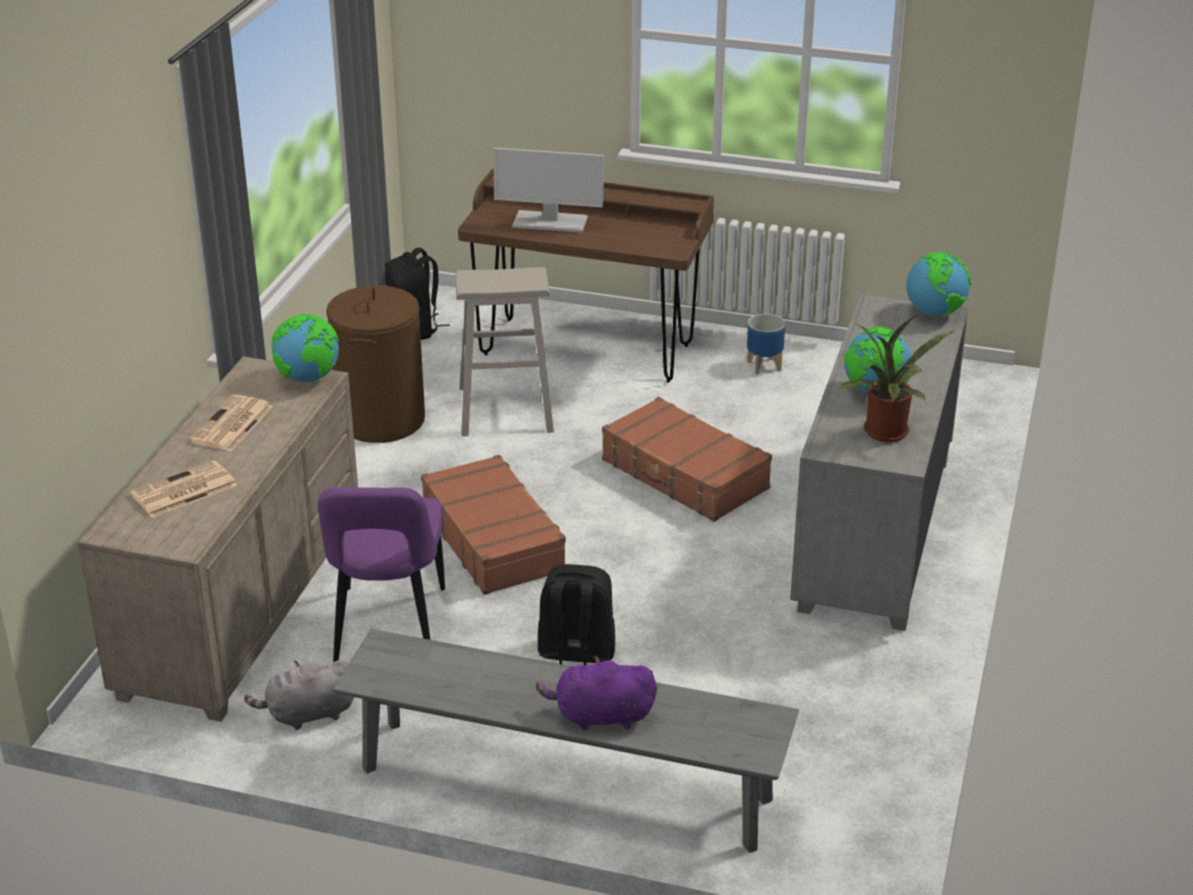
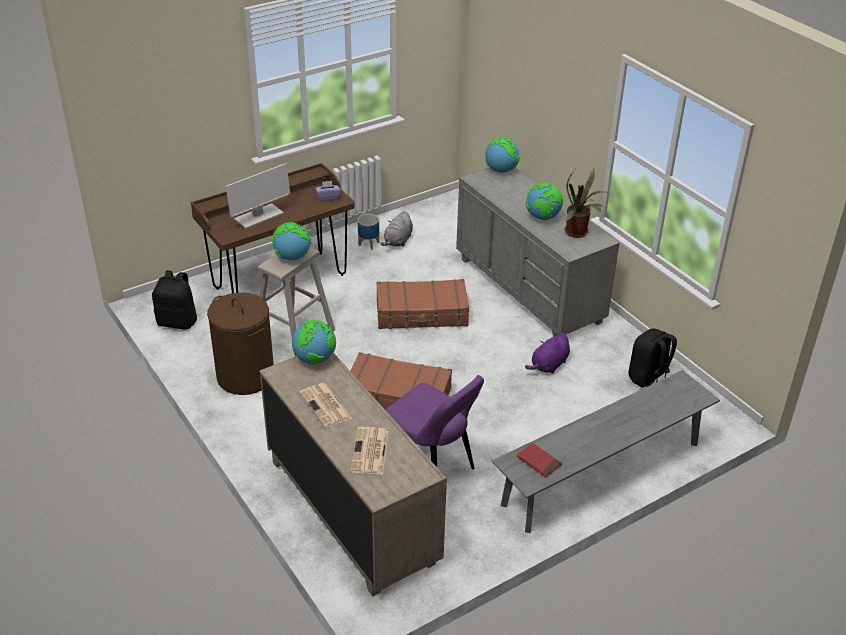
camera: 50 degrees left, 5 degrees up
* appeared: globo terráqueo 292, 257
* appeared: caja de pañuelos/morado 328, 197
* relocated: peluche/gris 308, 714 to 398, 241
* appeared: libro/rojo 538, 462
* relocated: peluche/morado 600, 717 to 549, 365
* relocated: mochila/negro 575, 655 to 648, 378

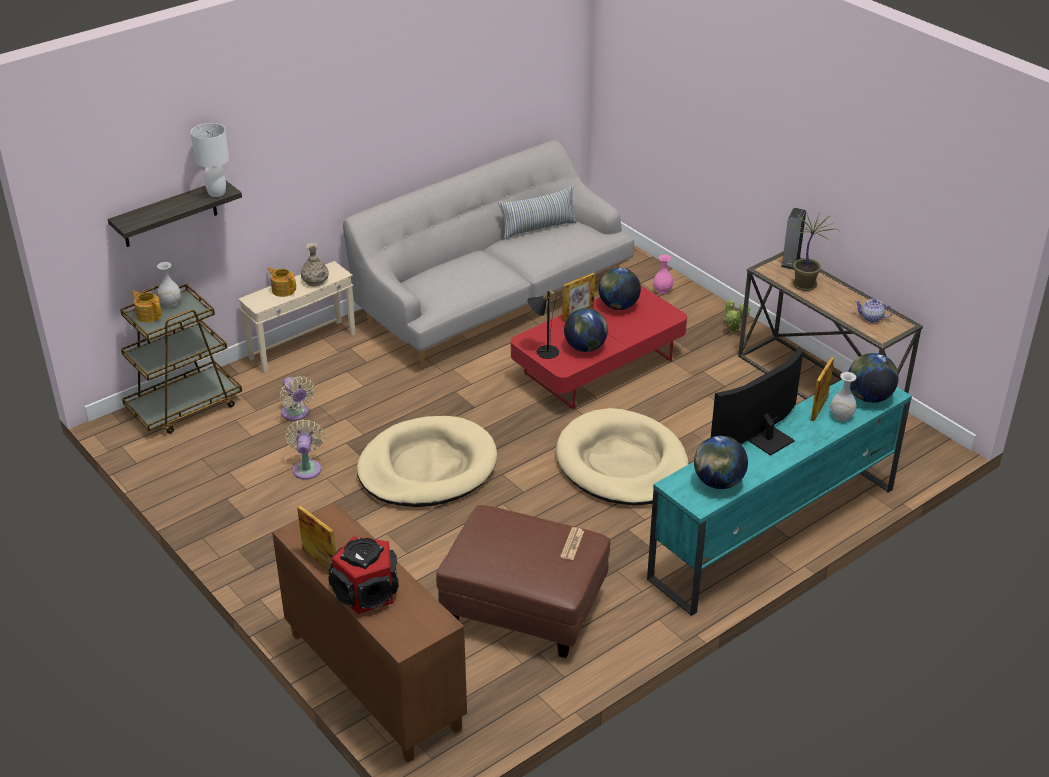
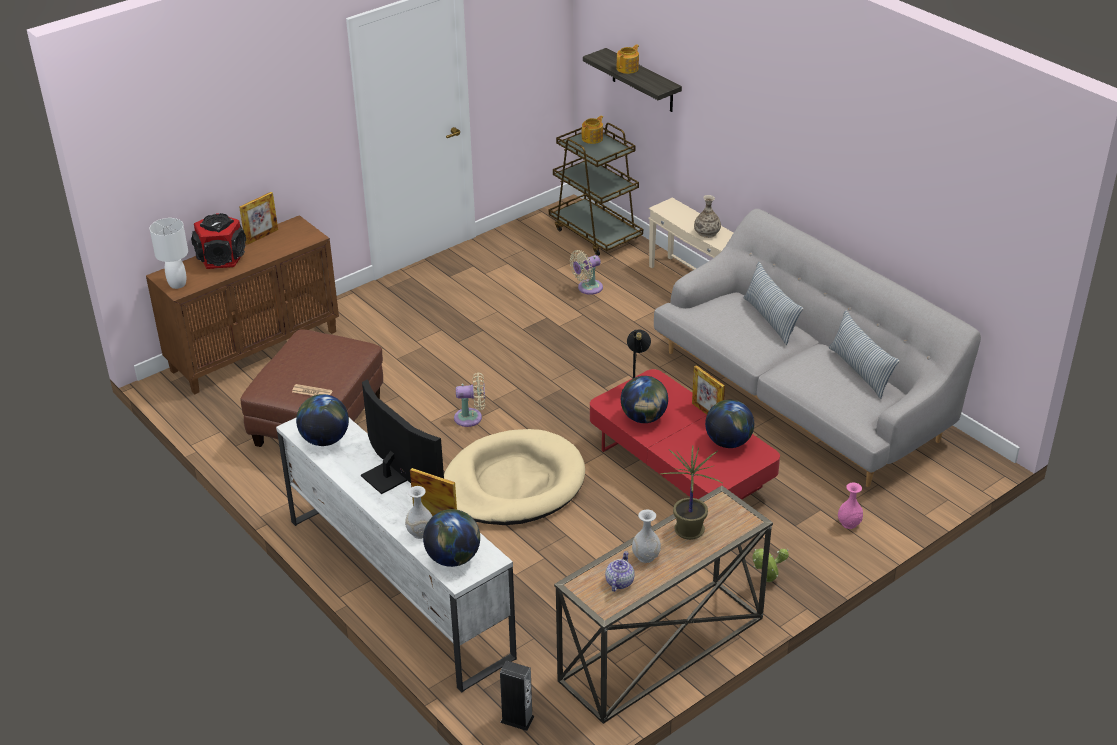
camera: 90 degrees right, 0 degrees up
* relocated: lámpara de mesa/blanco 217, 193 to 178, 284
* colour: mueble de televisión/turquesa 772, 533 to mueble de televisión/blanco 398, 586
* relocated: ventilador/beis 307, 467 to 471, 418
* relocated: altavoz 790, 263 to 517, 719
* relocated: tetera 283, 290 to 628, 68
* relocated: florero/blanco 170, 303 to 646, 556
* appeared: cojín 770, 319
* missing: cama para perro/beis 427, 467

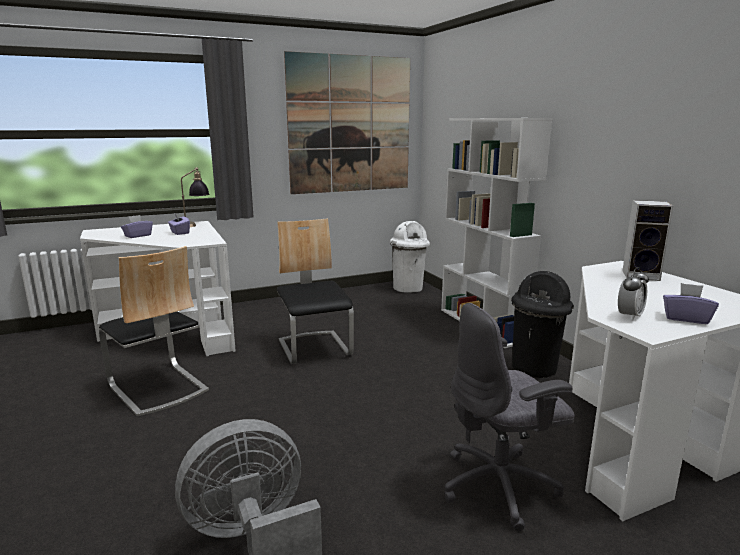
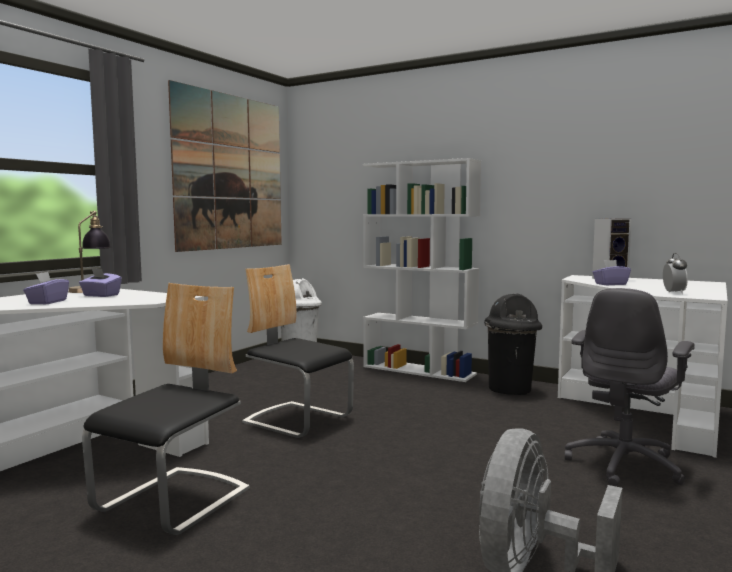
camera: 35 degrees left, 10 degrees down
* spun: silla 157, 388 = 174, 501 75 degrees counterclockwise
* relocated: caja de pañuelos/morado 686, 318 to 610, 284

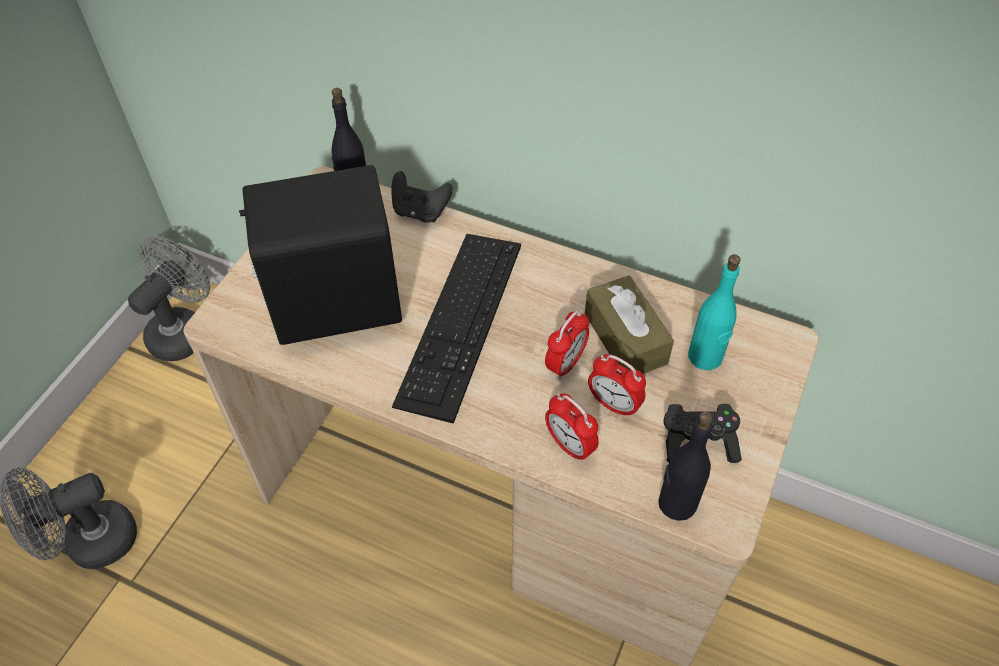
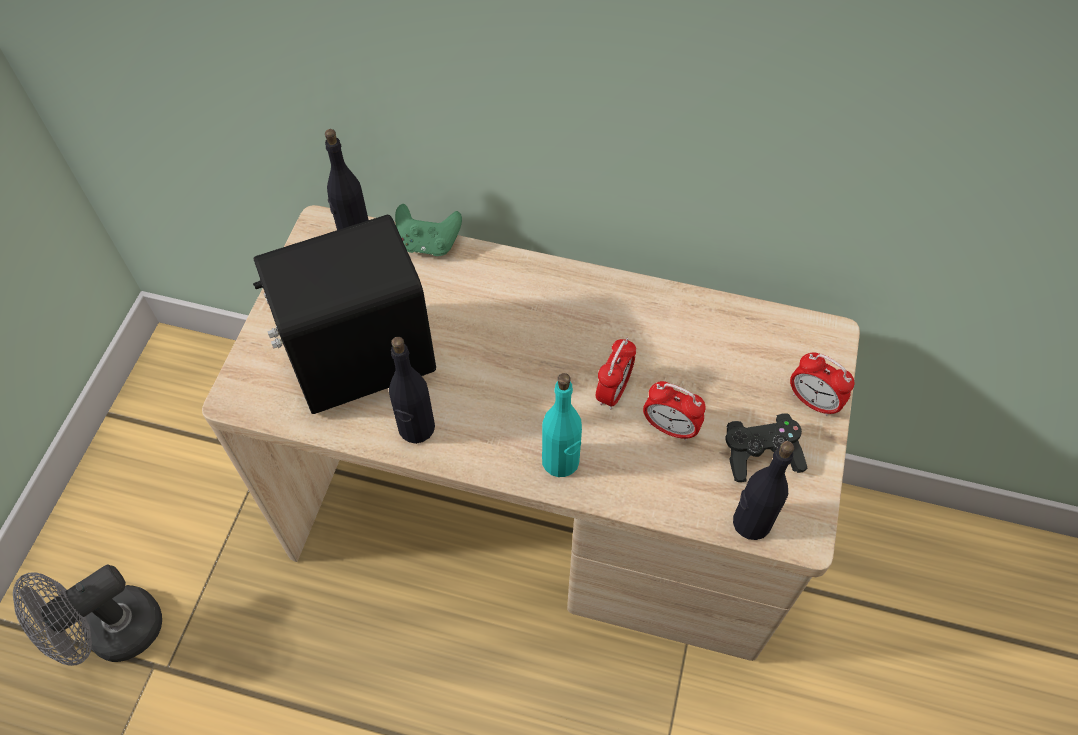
camera: 10 degrees left, 5 degrees up
* appeared: botella/negro 416, 428
* colour: mando de consola/negro 420, 212 to mando de consola/verde 429, 244
* relocated: botella/turquesa 705, 357 to 561, 461
* relocated: despertador 570, 445 to 813, 401
* missing: ventilador/gris 183, 330
* missing: teclado 460, 322
* missing: caja de pañuelos/marrón 625, 338

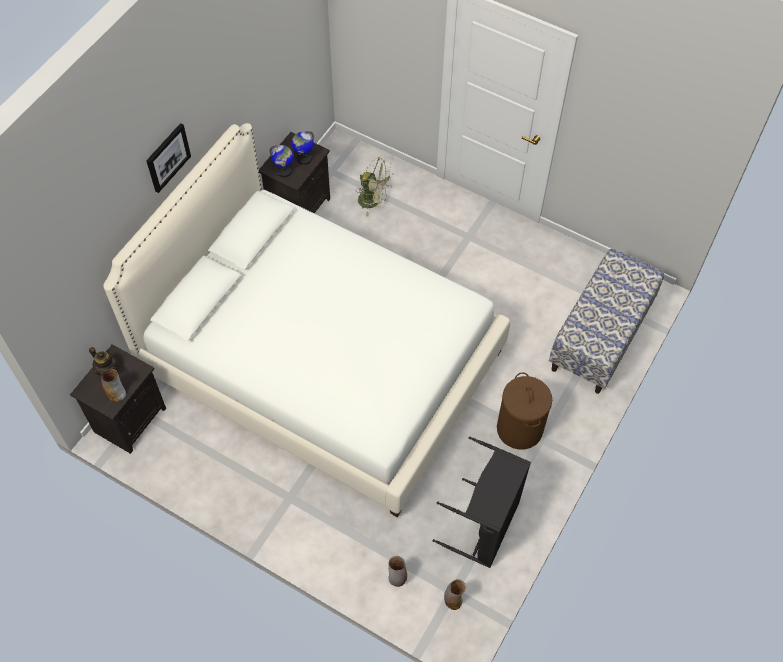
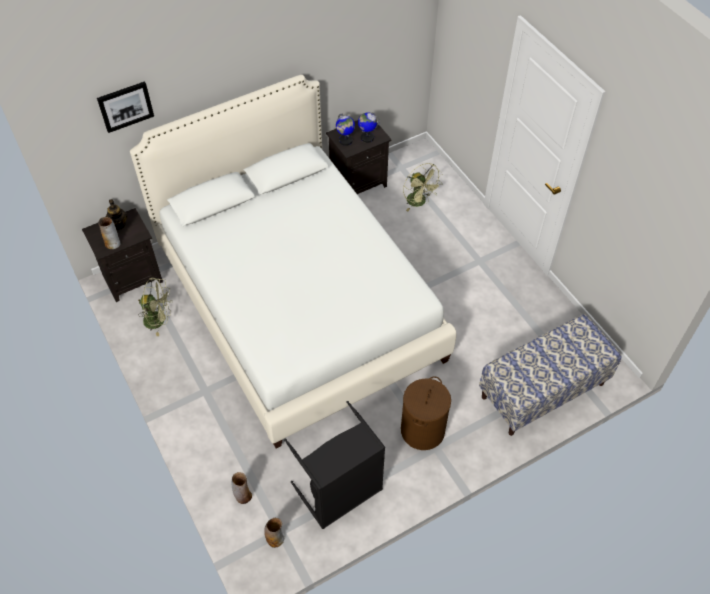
camera: 30 degrees right, 5 degrees down
* relocated: cuadro 167, 157 to 125, 106
* appeared: ventilador/verde 159, 320

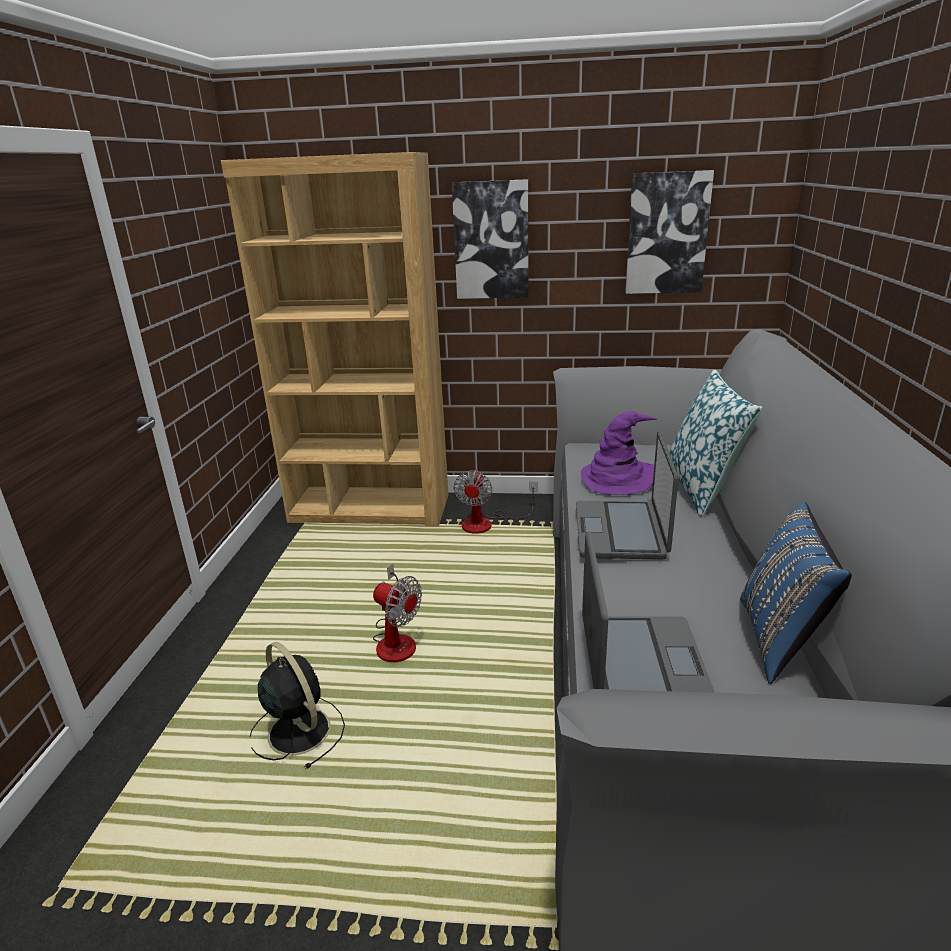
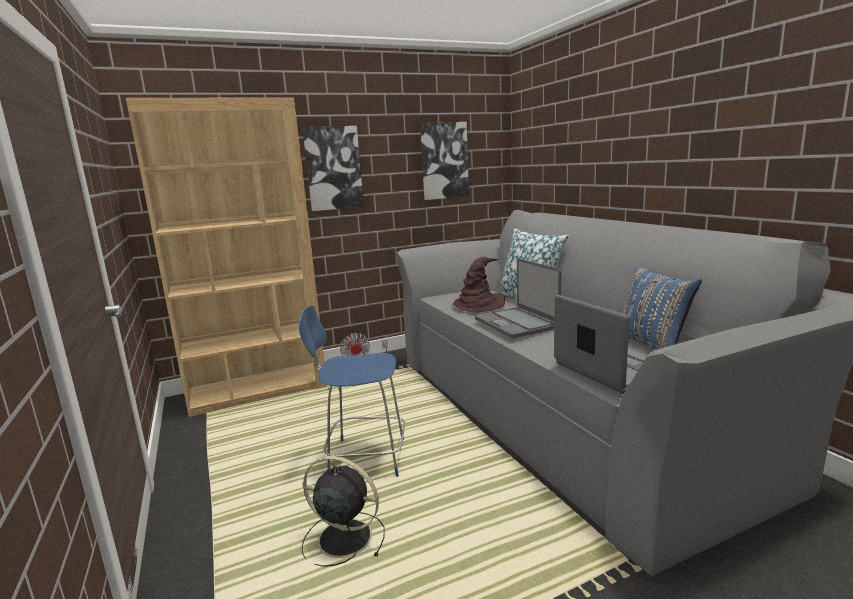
camera: 30 degrees left, 10 degrees down
* exchanged: ventilador 396, 639 to taburete/azul 364, 458
* colour: sombrero/morado 619, 478 to sombrero/marrón 479, 304

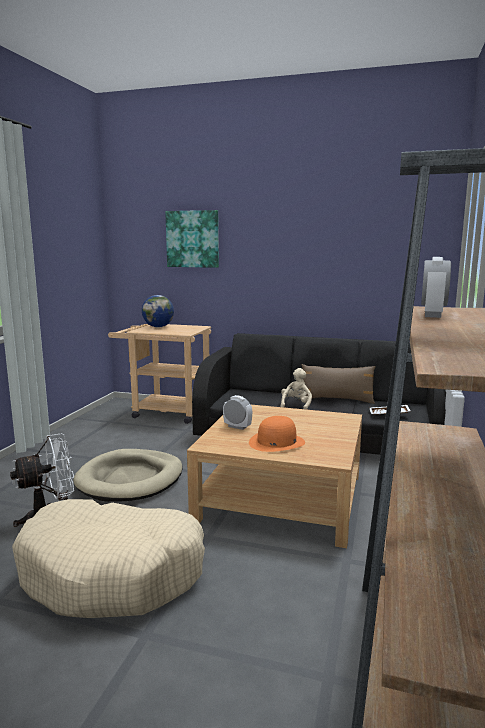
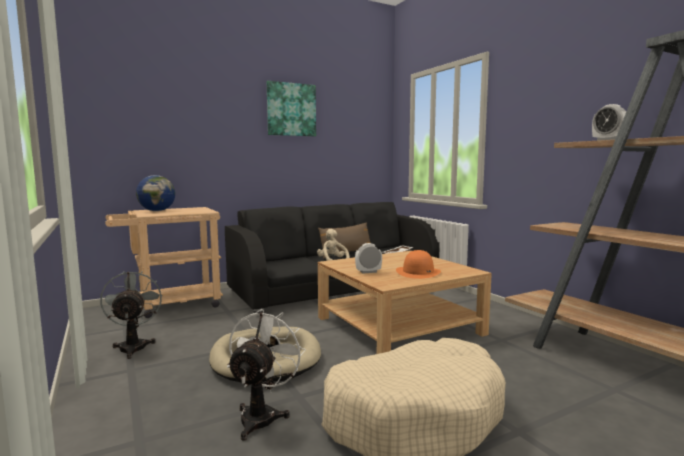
camera: 45 degrees left, 5 degrees down
* appeared: ventilador/gris 134, 346
* relocated: cuadro 193, 239 to 291, 109

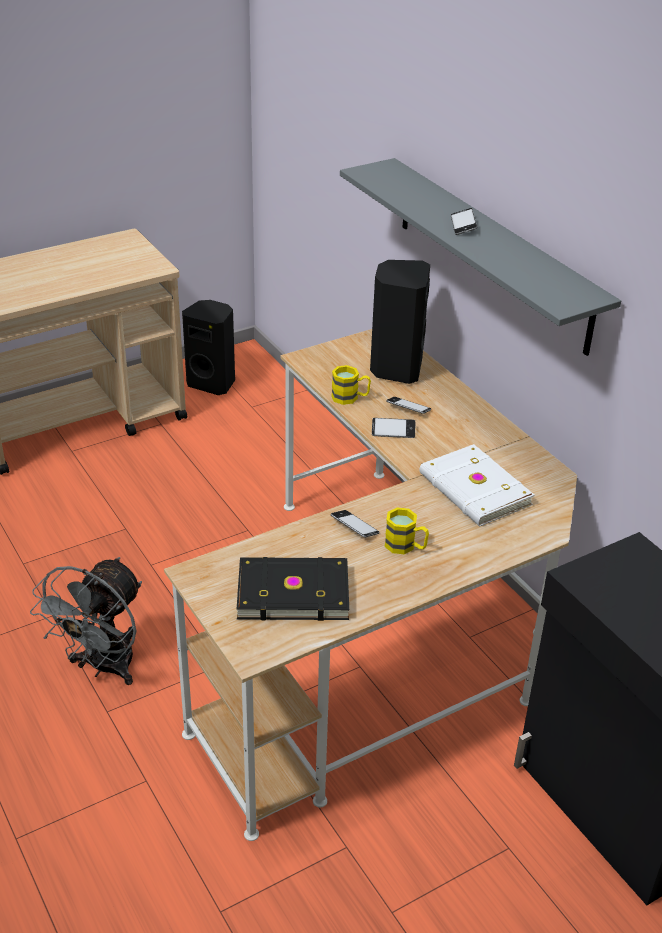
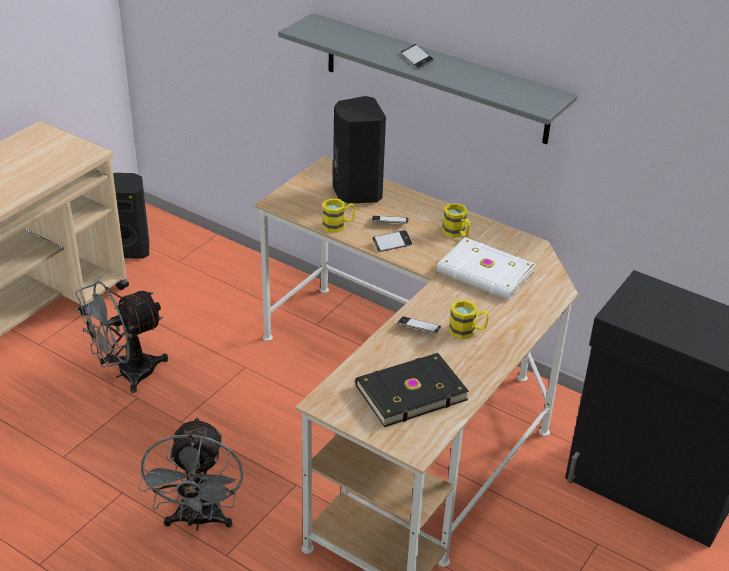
camera: 25 degrees left, 0 degrees up
* appeared: ventilador/gris 127, 374
* appeared: taza grande/amarillo 457, 233

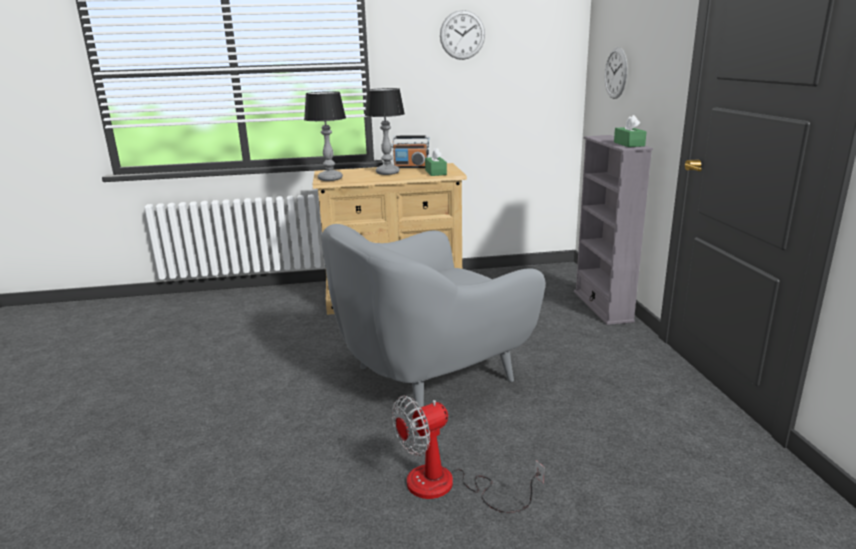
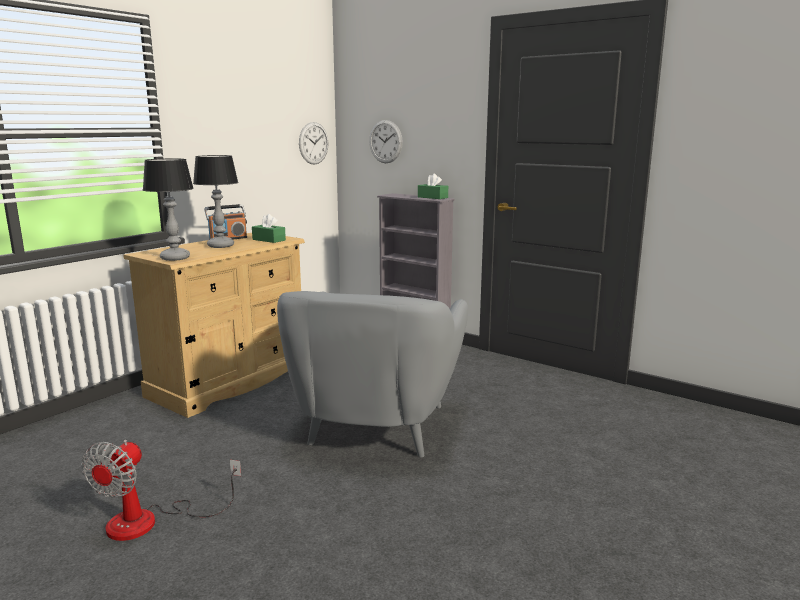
camera: 45 degrees left, 5 degrees down
* relocated: ventilador 447, 486 to 150, 521
* relocated: reloj de pared 462, 35 to 313, 143

